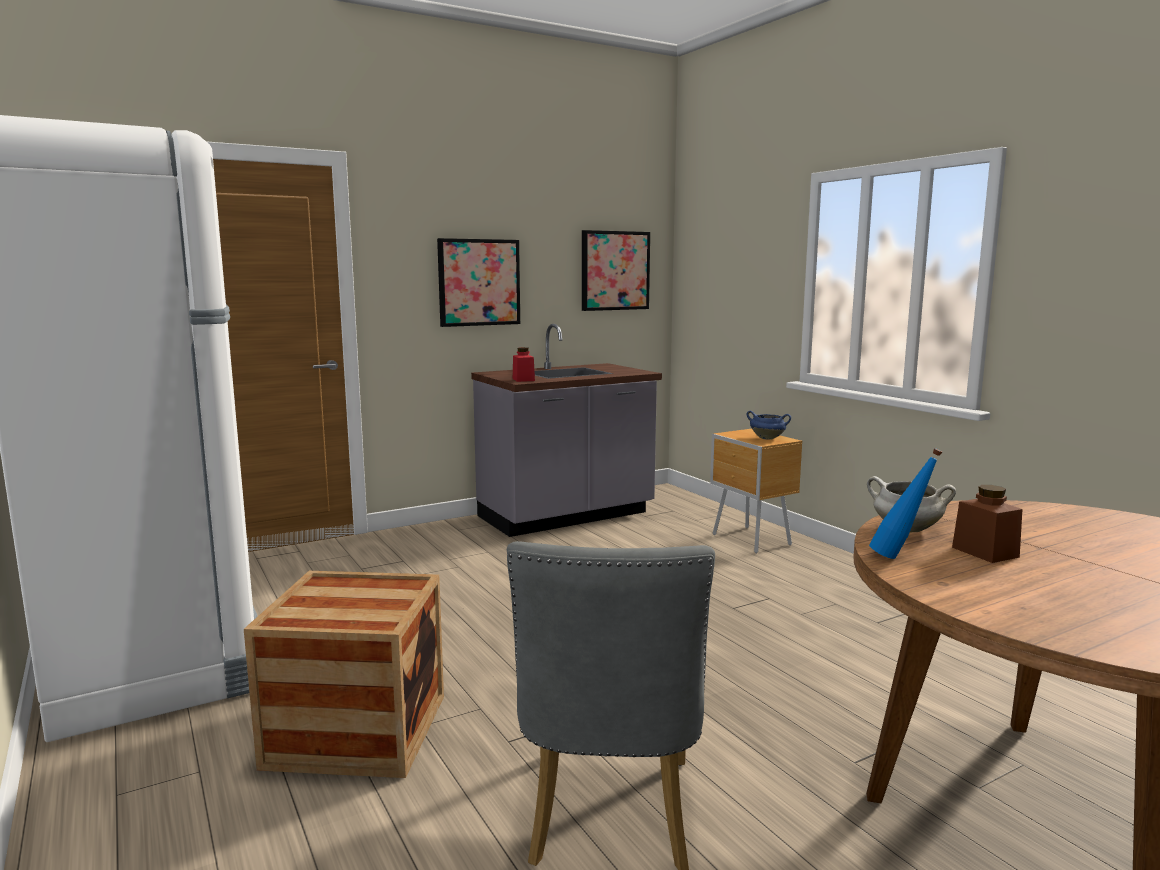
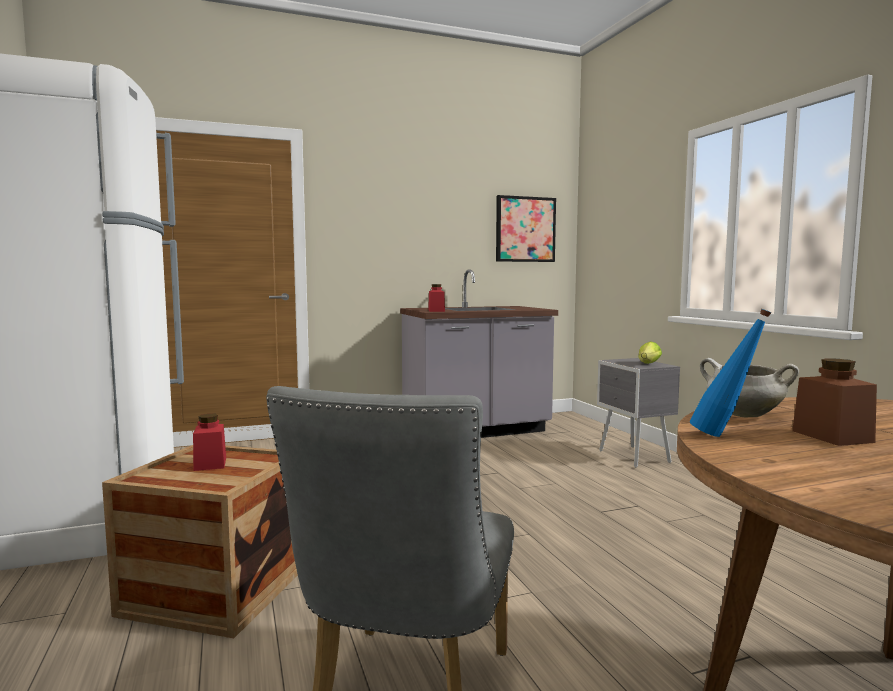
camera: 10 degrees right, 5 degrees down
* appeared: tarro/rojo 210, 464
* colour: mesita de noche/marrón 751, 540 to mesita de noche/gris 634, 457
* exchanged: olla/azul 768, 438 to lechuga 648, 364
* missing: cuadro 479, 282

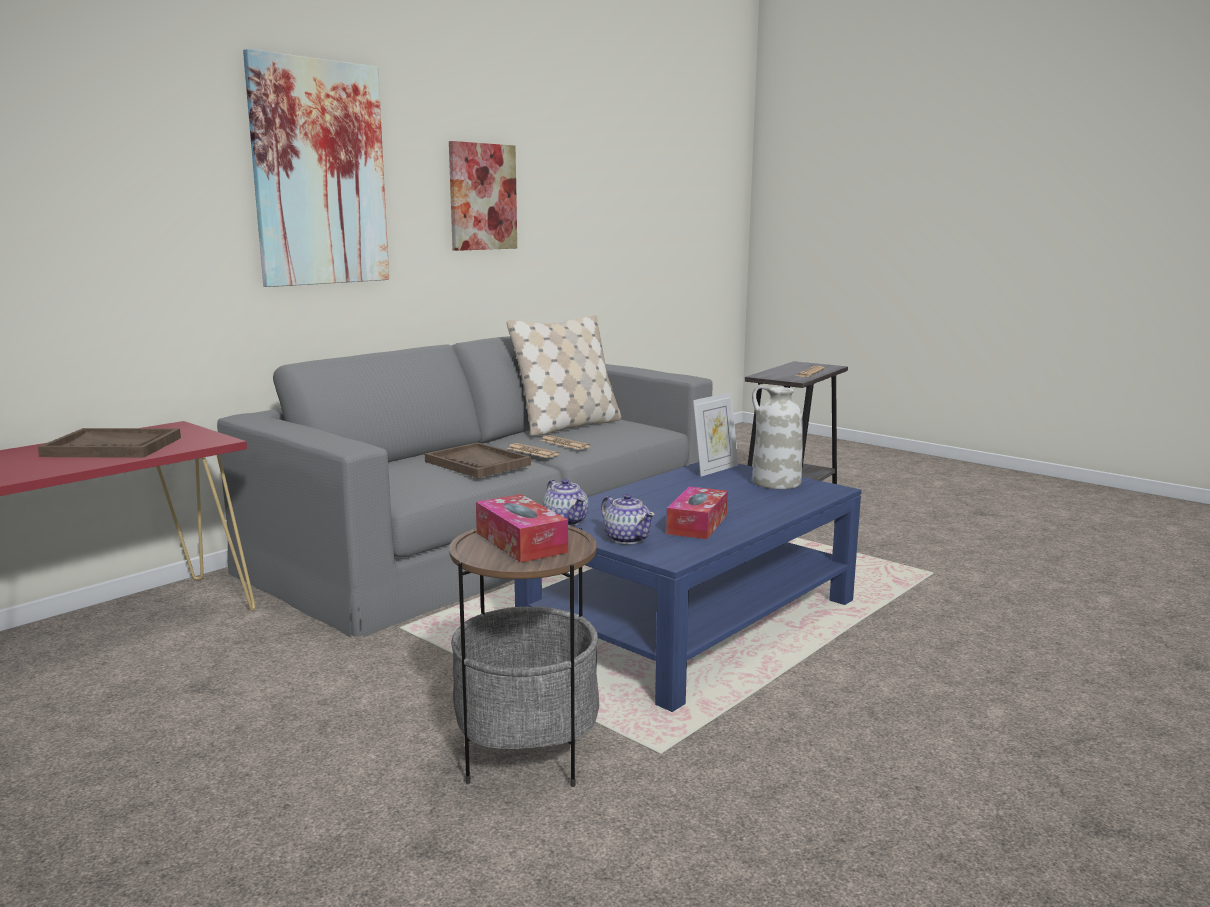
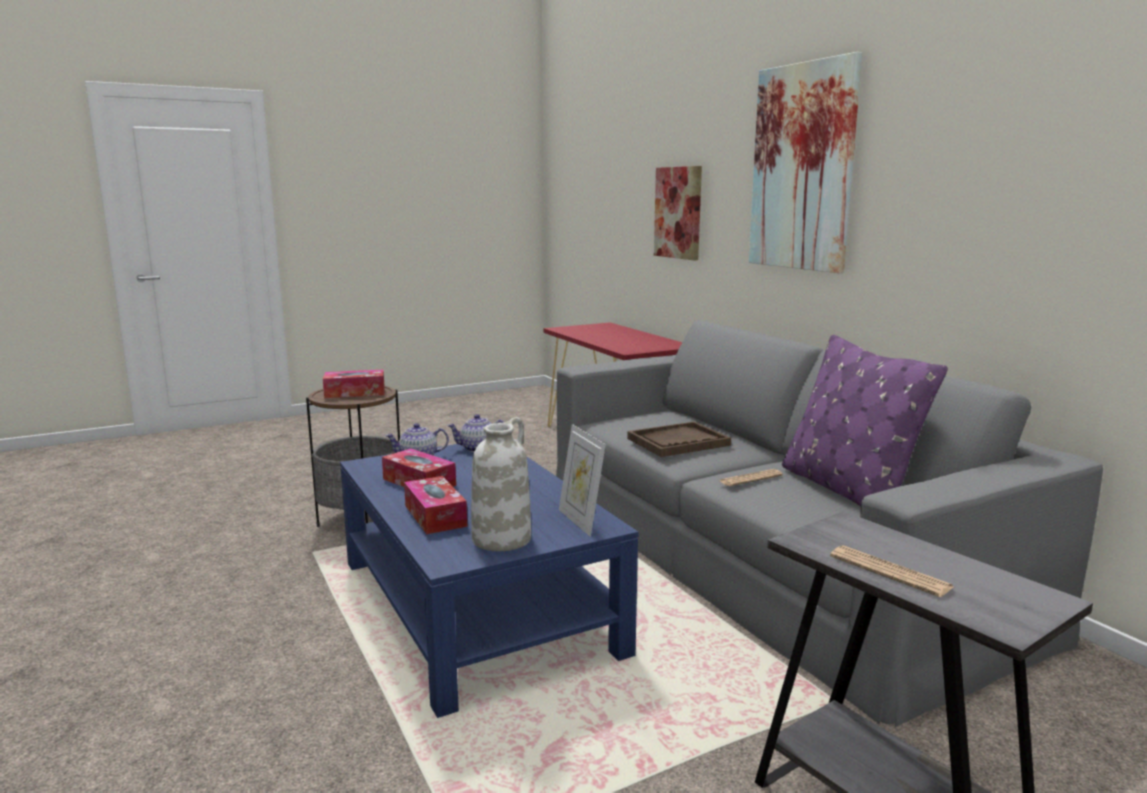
camera: 110 degrees right, 0 degrees up
* appeared: caja de pañuelos 435, 516
* relocated: cuadro 482, 197 to 678, 212
* colour: cojín/beis 567, 426 to cojín/morado 847, 489
* missing: bandeja/marrón 113, 447
* missing: periódico 532, 451

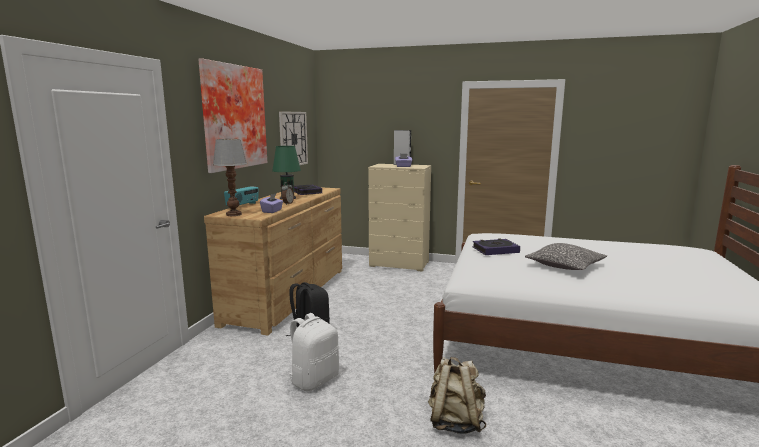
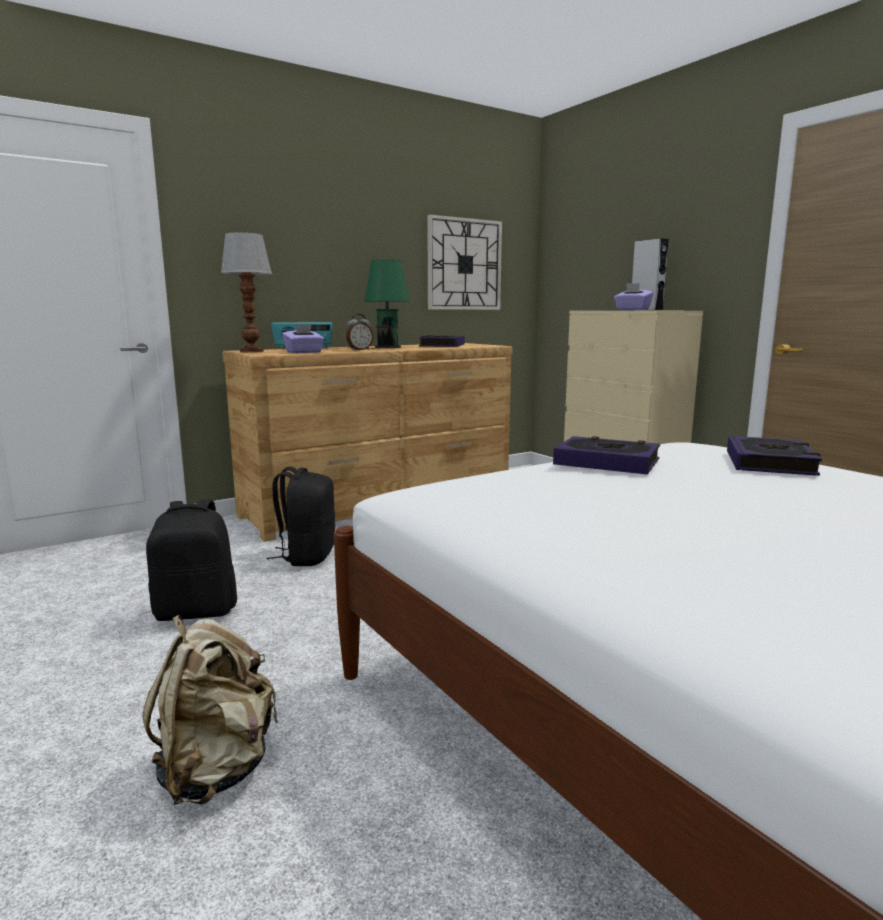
camera: 40 degrees right, 0 degrees up
* colour: mochila/blanco 314, 379 to mochila/negro 197, 611
* appeared: libro 770, 463
* missing: cuadro 232, 117
* missing: cojín 565, 266

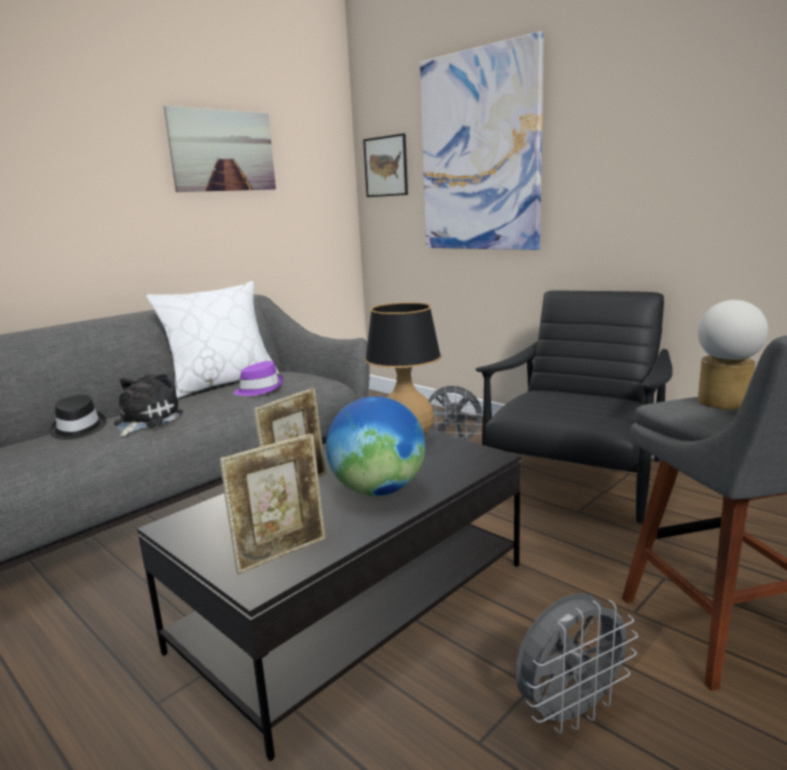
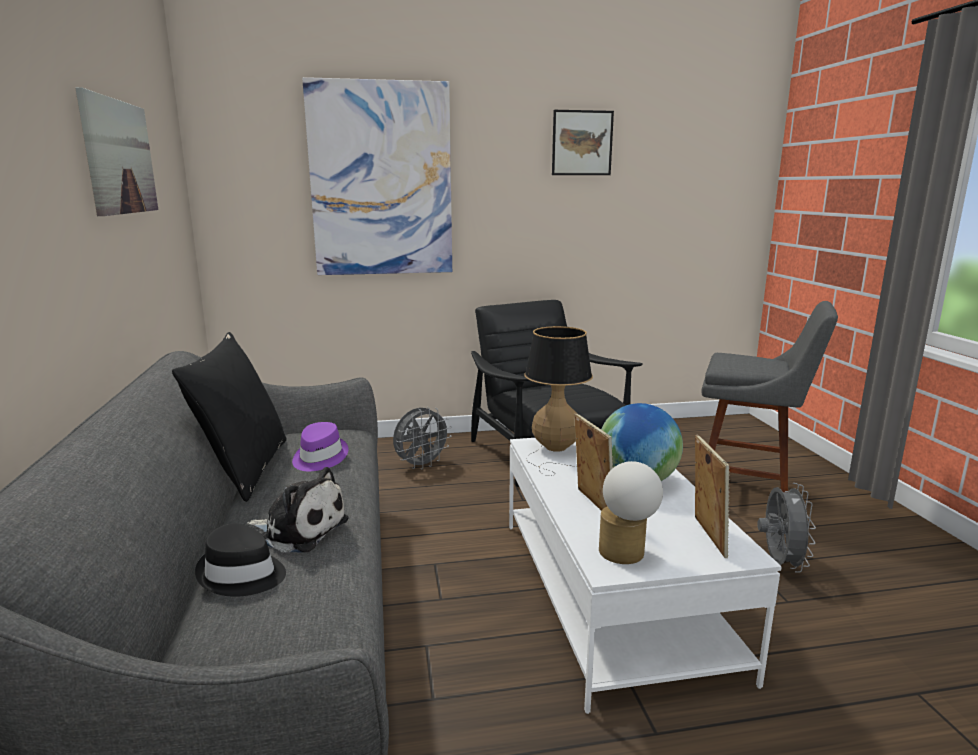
camera: 55 degrees left, 0 degrees up
* colour: cojín/blanco 222, 383 to cojín/negro 244, 469
* spun: peluche 145, 420 = 299, 530 150 degrees clockwise
* colour: mesa de centro/negro 355, 606 to mesa de centro/blanco 611, 593
* relocated: cuadro 386, 166 to 582, 143
* relocated: lámpara de mesa 722, 404 to 625, 555

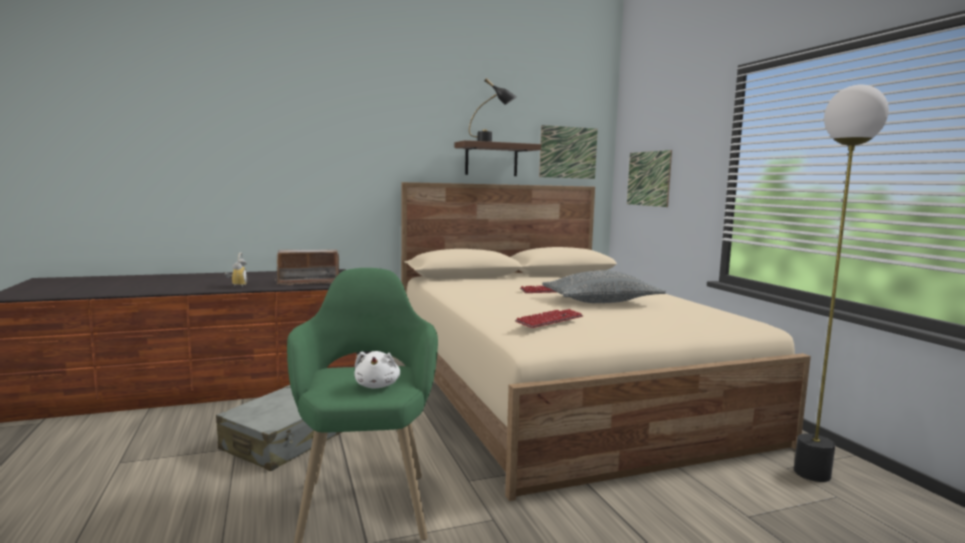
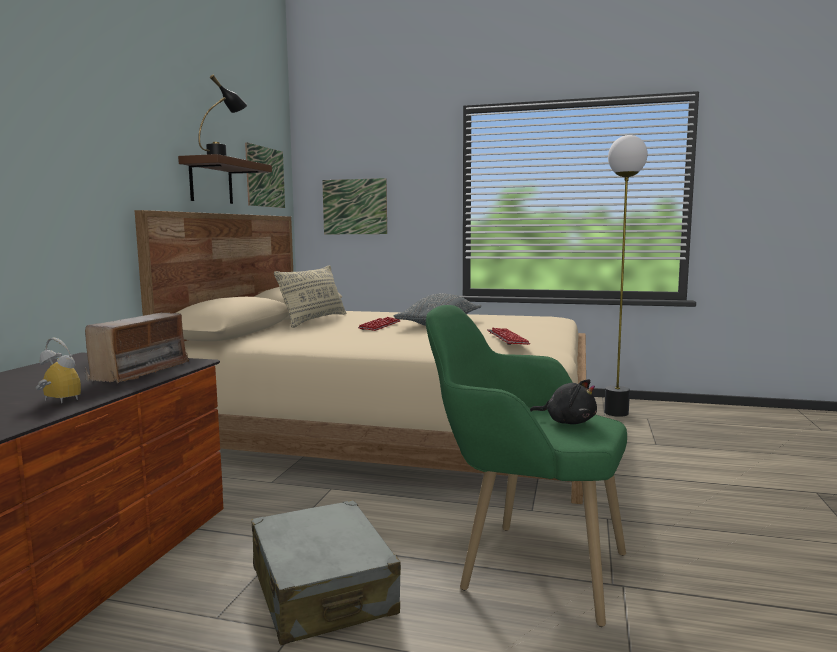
camera: 55 degrees left, 0 degrees up
* appeared: cojín/beis 314, 320
* colour: peluche/blanco 377, 385 to peluche/negro 567, 422

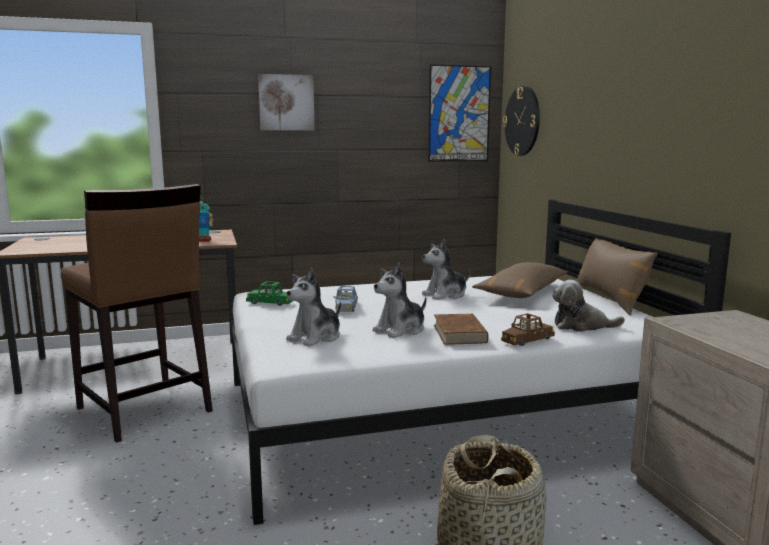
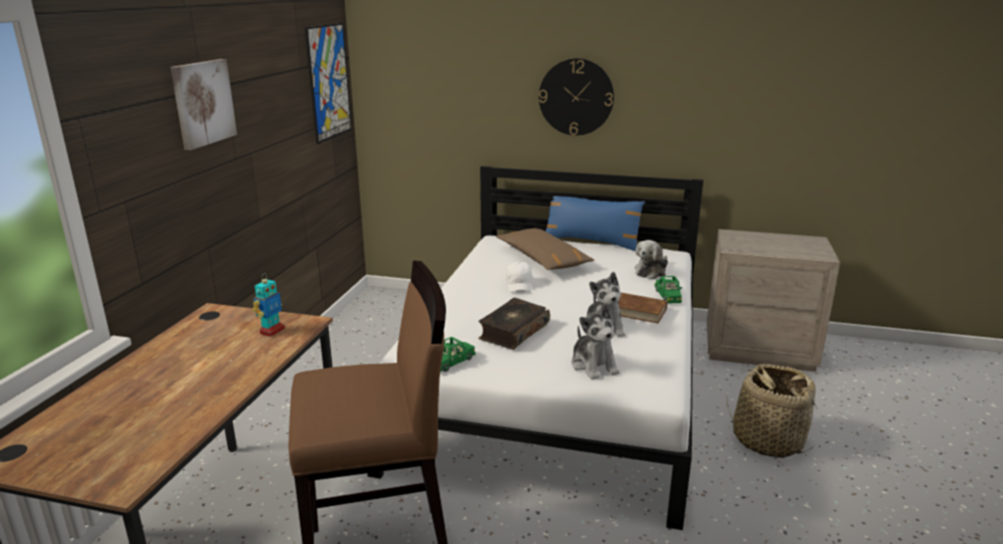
camera: 60 degrees left, 10 degrees up
* exchanged: coche de juguete/azul 346, 307 to libro 513, 332
* exchanged: peluche 445, 295 to gorra/blanco 519, 285
* relocated: reloj de pared 522, 121 to 576, 97
* colour: cojín/marrón 610, 298 to cojín/azul 591, 242
* colour: coche de juguete/marrón 527, 340 to coche de juguete/verde 668, 296

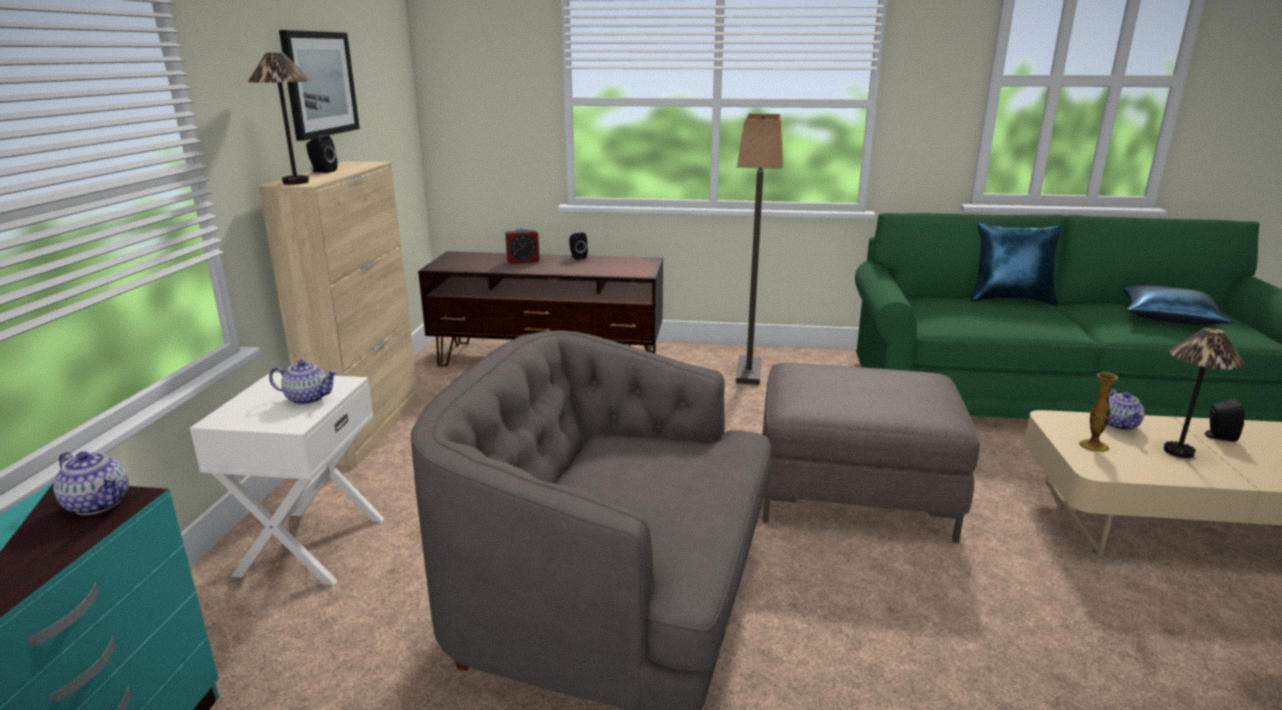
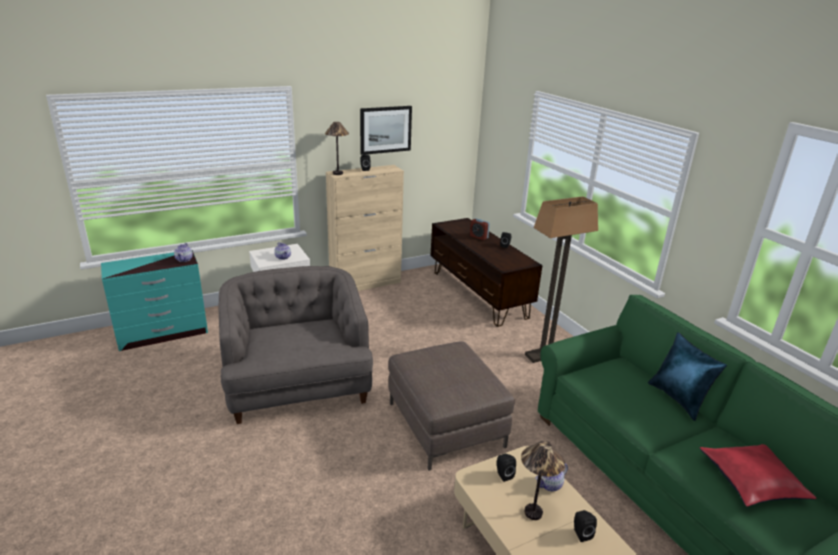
camera: 55 degrees right, 5 degrees up
* exchanged: florero 1093, 446 to altavoz/negro 503, 475
* colour: cojín/azul 1170, 317 to cojín/rojo 752, 482

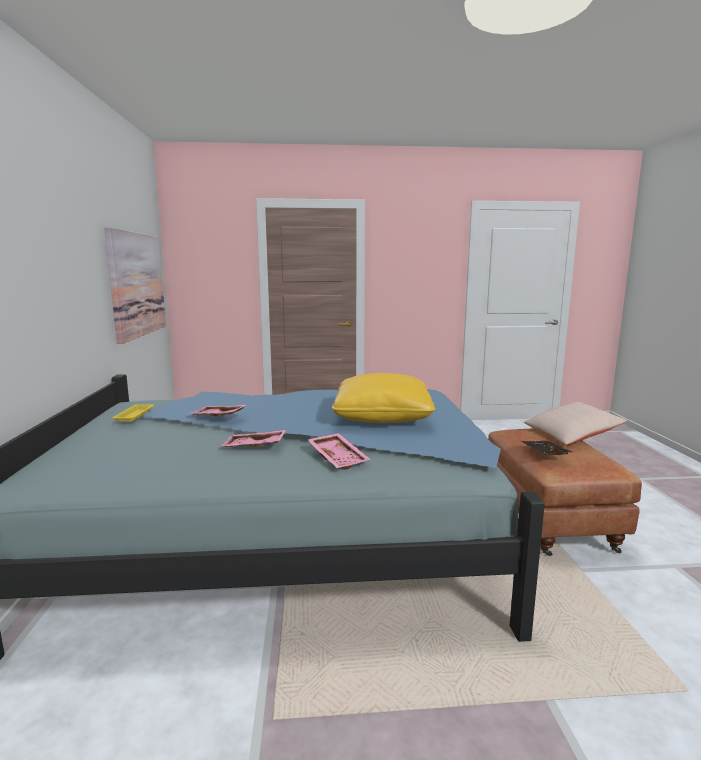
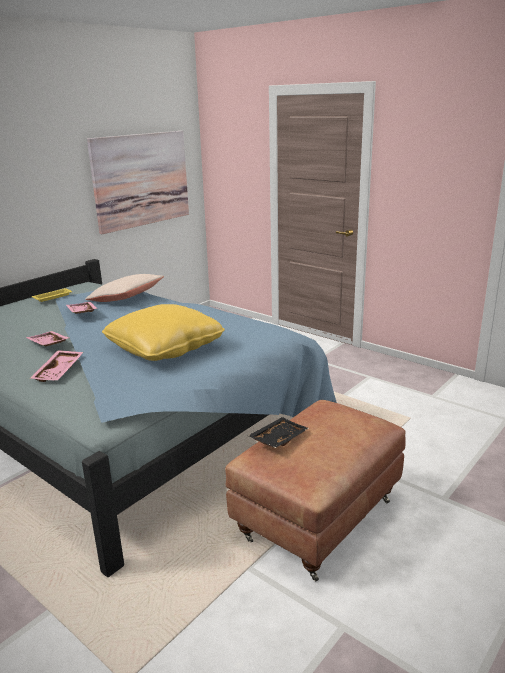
camera: 45 degrees right, 10 degrees up
* relocated: cojín/beis 571, 435 to 126, 299

